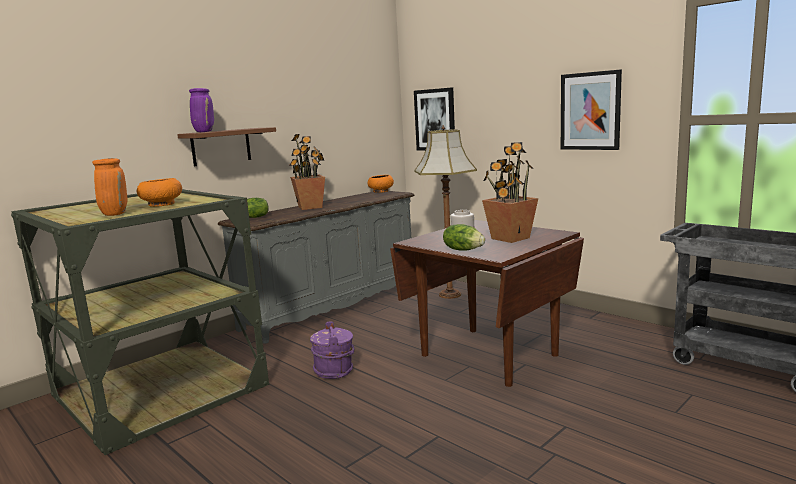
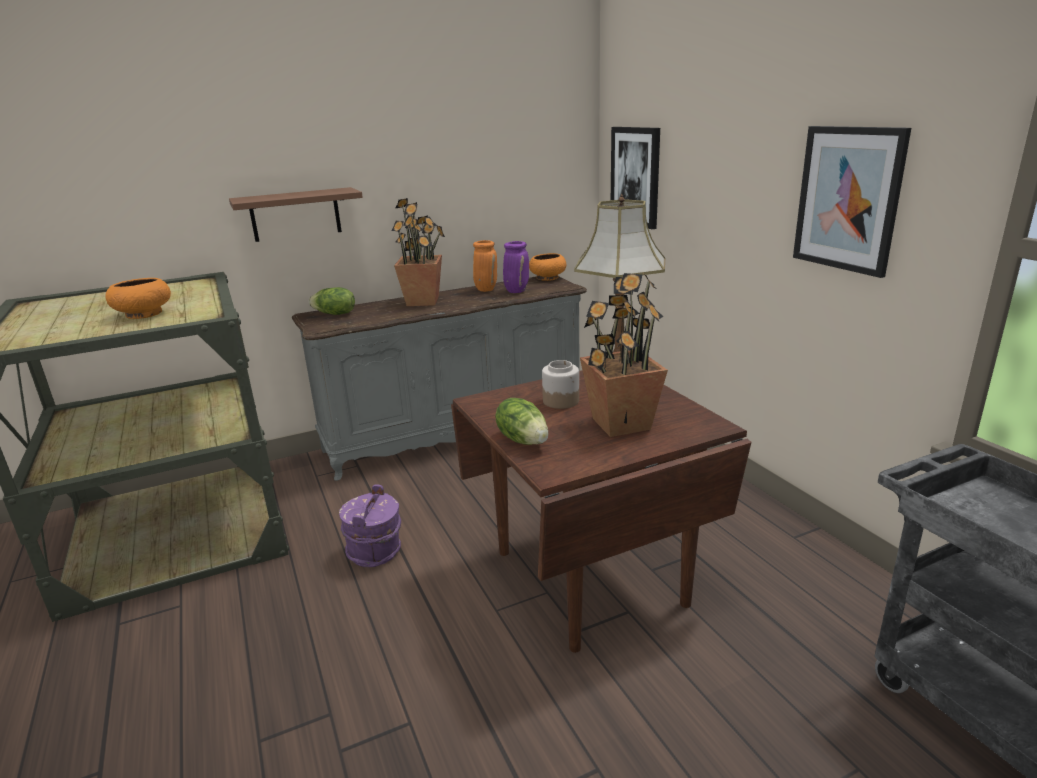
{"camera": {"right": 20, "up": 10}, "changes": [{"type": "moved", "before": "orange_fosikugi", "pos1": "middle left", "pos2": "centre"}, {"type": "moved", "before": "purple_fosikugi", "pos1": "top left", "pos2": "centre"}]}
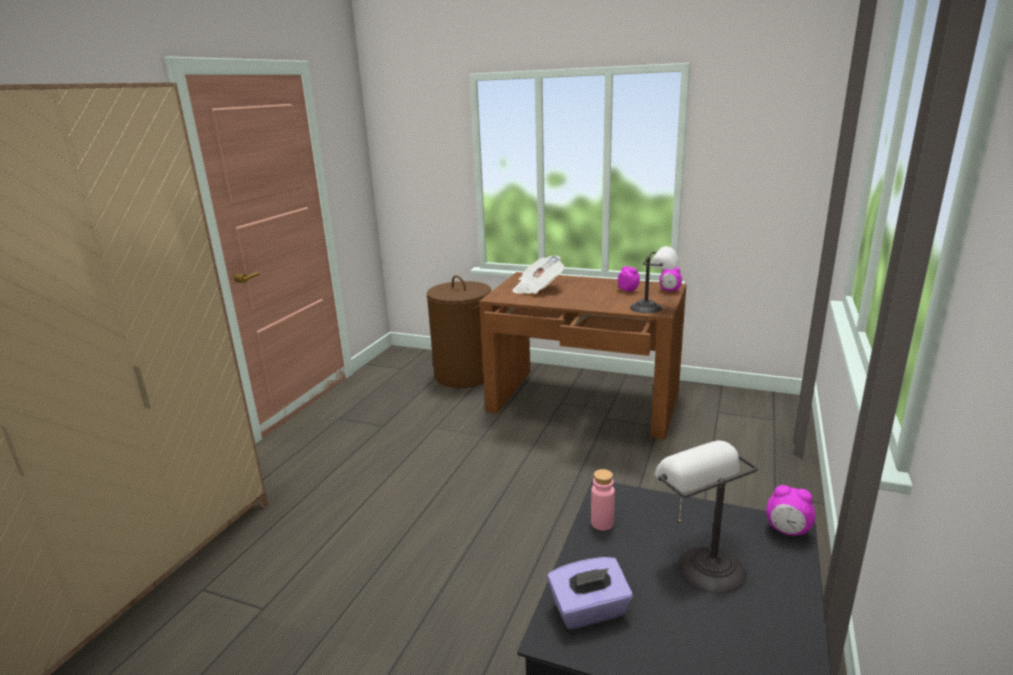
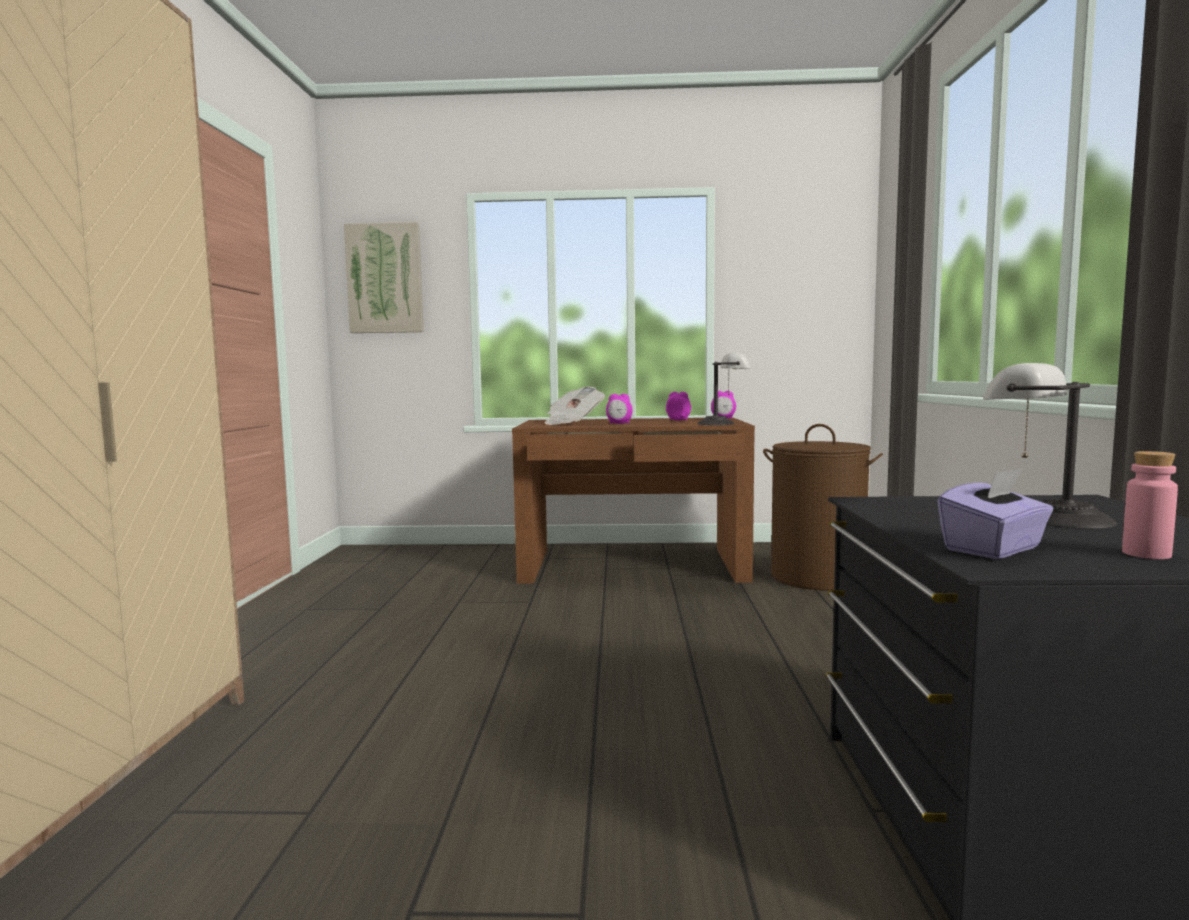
{"camera": {"right": -20, "up": -15}, "changes": [{"type": "added", "after": "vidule", "pos2": "top left"}, {"type": "moved", "before": "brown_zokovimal", "pos1": "centre", "pos2": "middle right"}, {"type": "moved", "before": "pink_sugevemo", "pos1": "bottom centre", "pos2": "middle right"}, {"type": "moved", "before": "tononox (3rd from left in the first image)", "after": "tononox (1st from left)", "pos1": "bottom right", "pos2": "centre"}]}
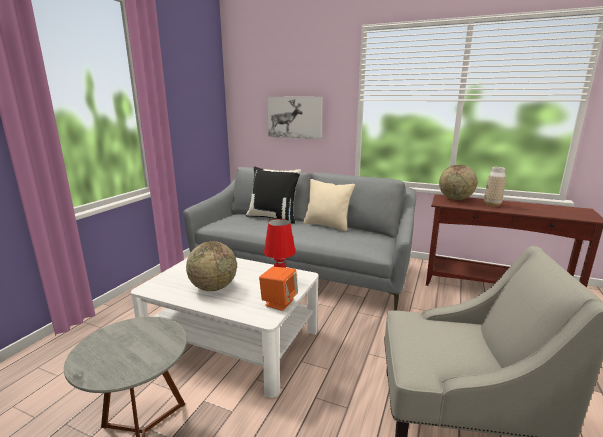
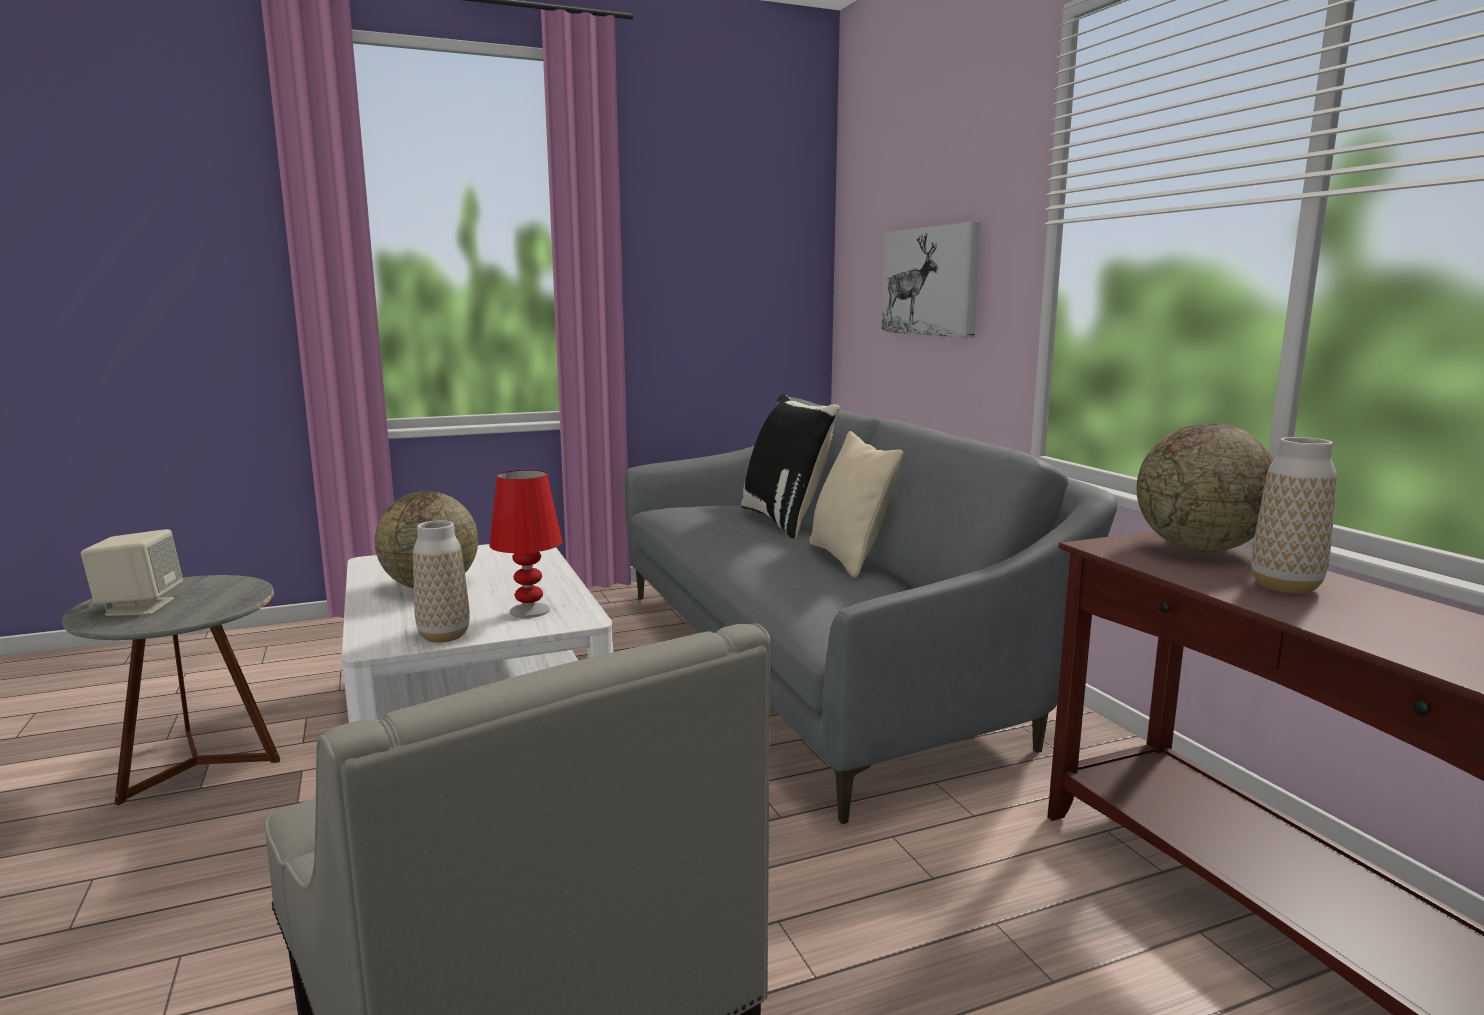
{"camera": {"right": 45, "up": -5}, "changes": [{"type": "added", "after": "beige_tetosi", "pos2": "middle left"}, {"type": "replaced", "before": "orange_tetosi", "after": "fosikugi (1st from left)", "pos1": "centre", "pos2": "middle left"}]}
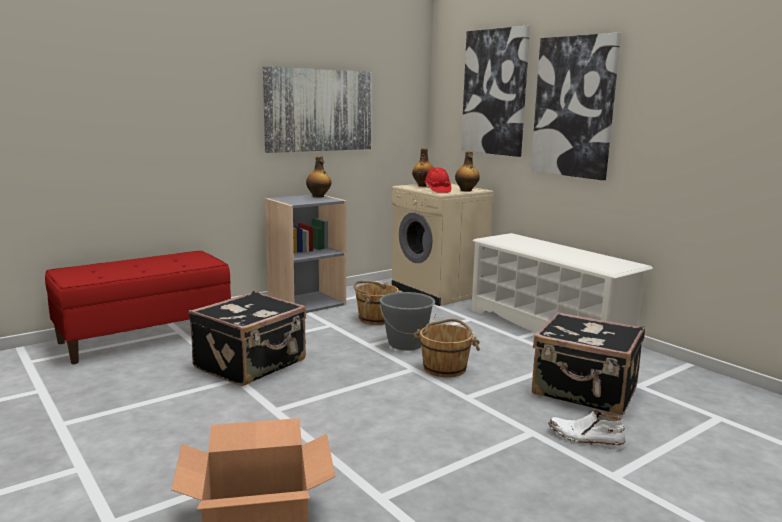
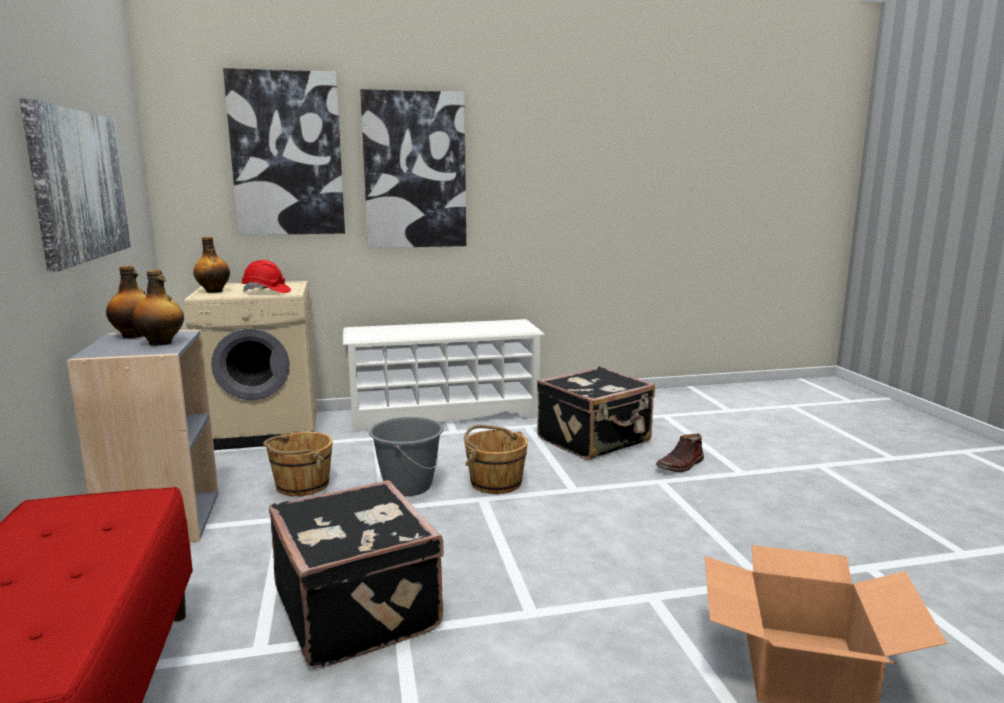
{"camera": {"right": -65, "up": 0}, "changes": [{"type": "moved", "before": "sugevemo (3rd from left in the first image)", "after": "sugevemo (2nd from left)", "pos1": "top centre", "pos2": "middle left"}, {"type": "recoloured", "before": "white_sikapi", "after": "brown_sikapi", "pos1": "bottom right", "pos2": "middle right"}]}
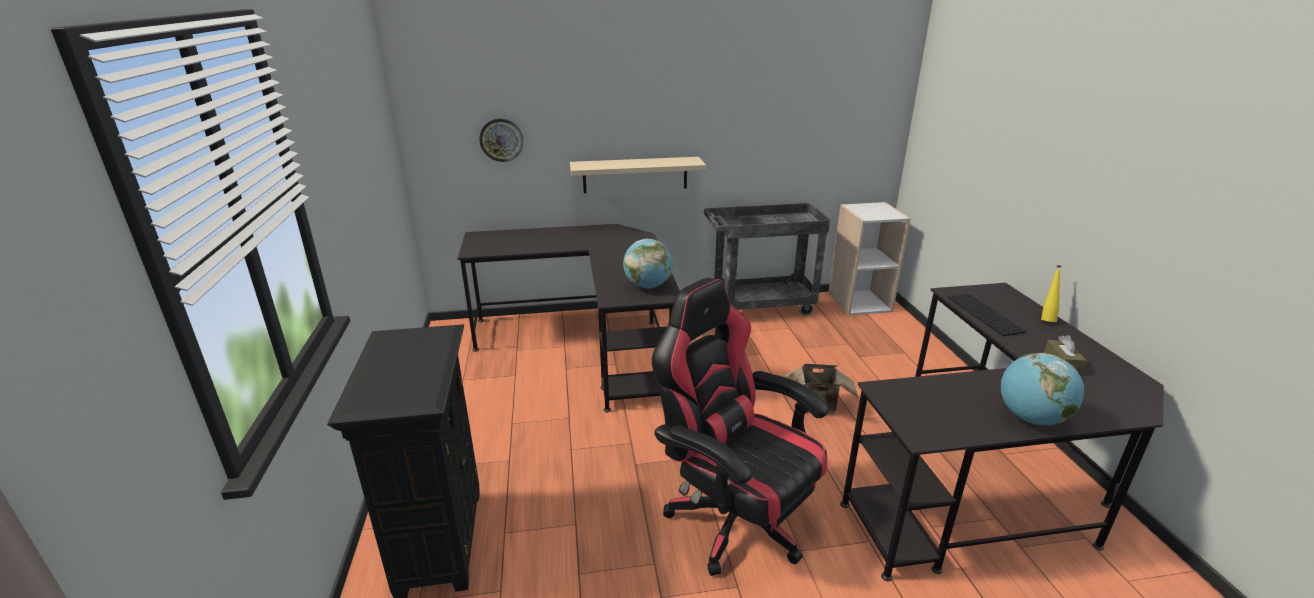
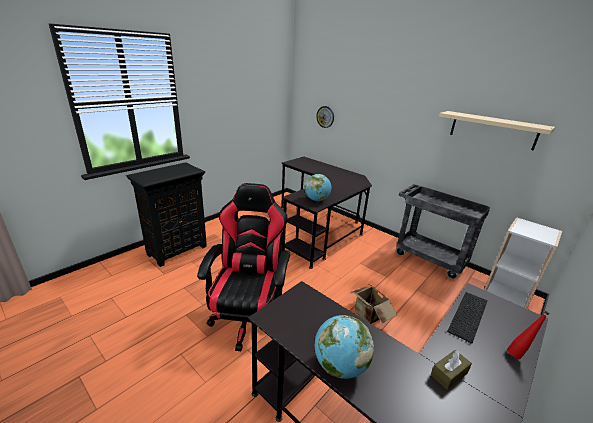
{"camera": {"right": 50, "up": 0}, "changes": [{"type": "moved", "before": "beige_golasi", "pos1": "top centre", "pos2": "top right"}, {"type": "recoloured", "before": "yellow_sugevemo", "after": "red_sugevemo", "pos1": "middle right", "pos2": "bottom right"}]}
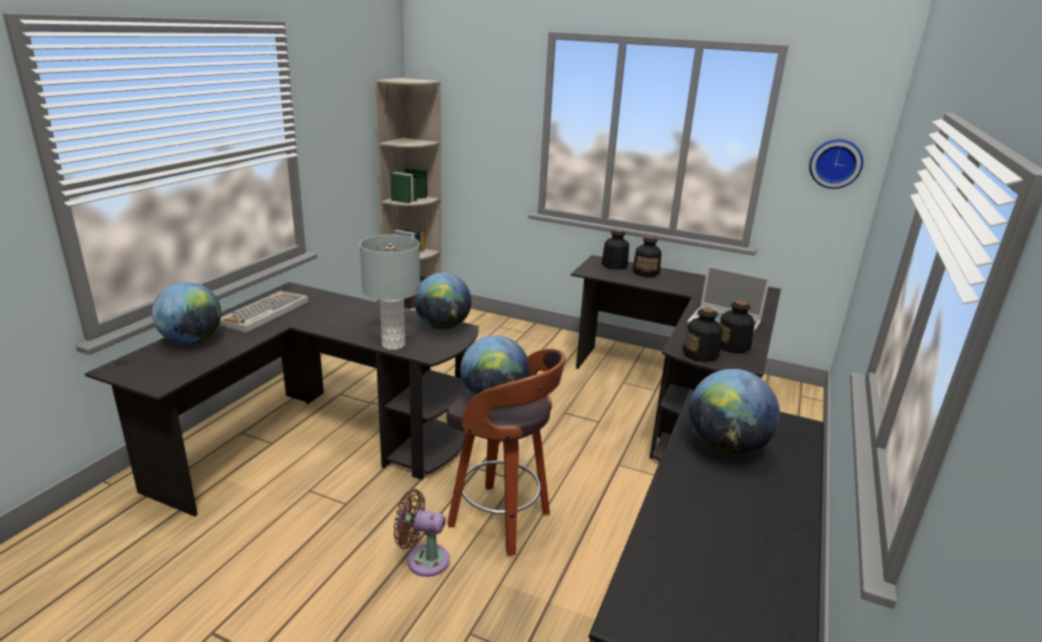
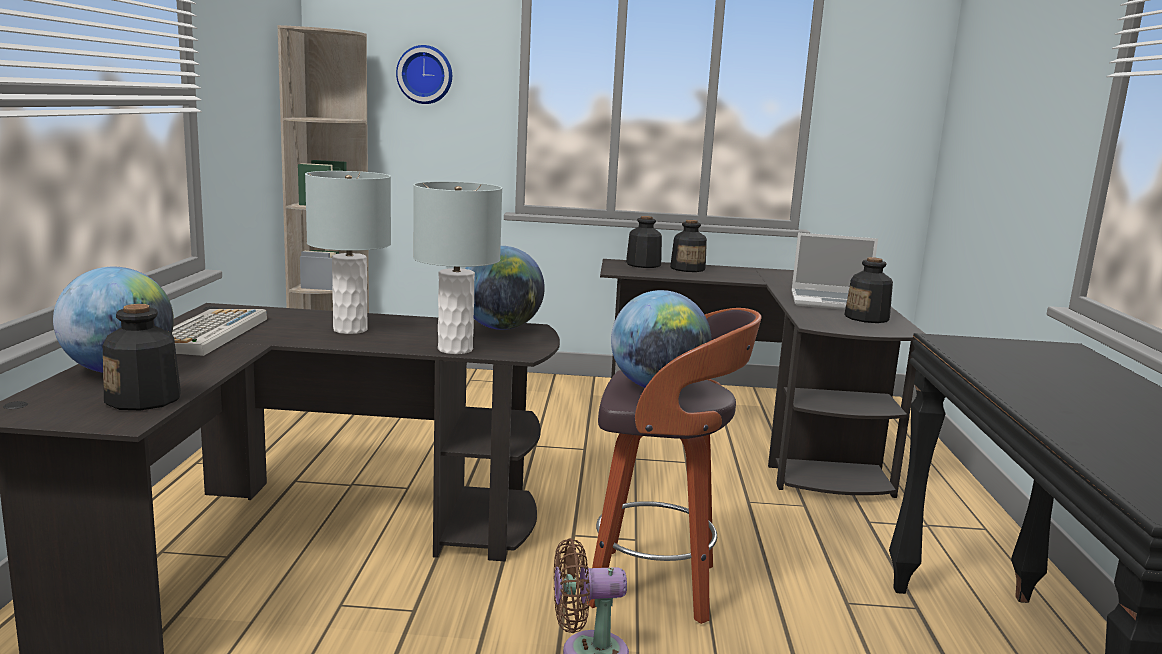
{"camera": {"right": -20, "up": -10}, "changes": [{"type": "removed", "before": "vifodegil (4th from left)", "pos1": "middle right"}, {"type": "added", "after": "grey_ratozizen (1st from left)", "pos2": "middle left"}, {"type": "moved", "before": "sugevemo (3rd from left in the first image)", "after": "sugevemo (1st from left)", "pos1": "middle right", "pos2": "middle left"}, {"type": "moved", "before": "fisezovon", "pos1": "top right", "pos2": "top centre"}]}
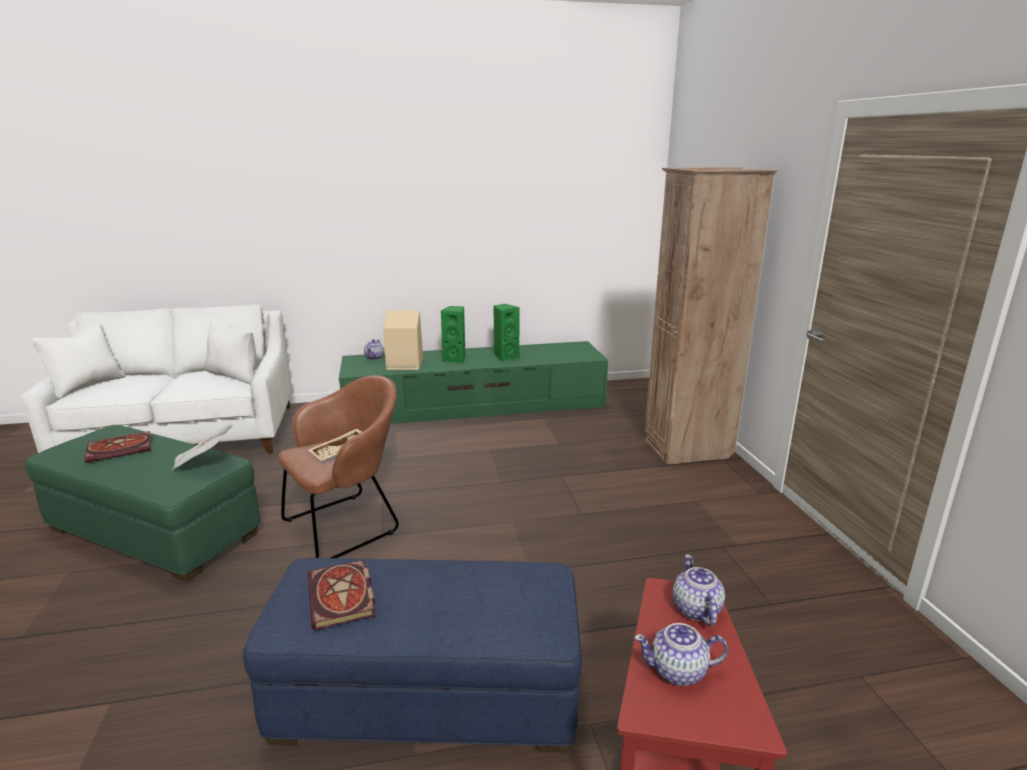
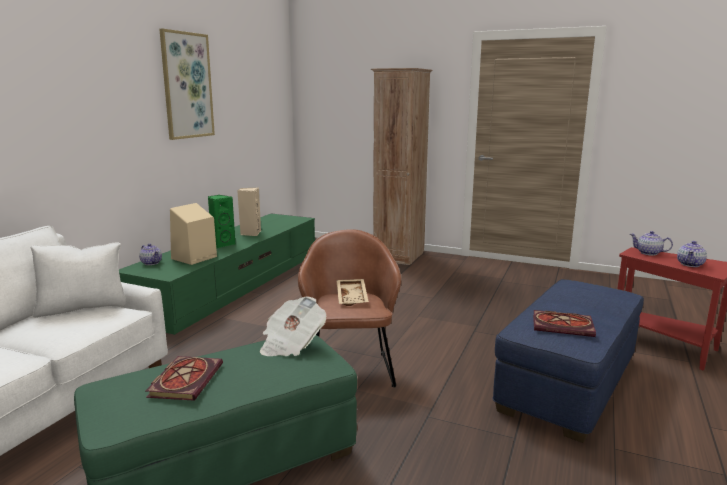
{"camera": {"right": -55, "up": -5}, "changes": [{"type": "added", "after": "vidule", "pos2": "top left"}, {"type": "recoloured", "before": "green_tetosi (2nd from left)", "after": "beige_tetosi (2nd from left)", "pos1": "centre", "pos2": "centre"}]}
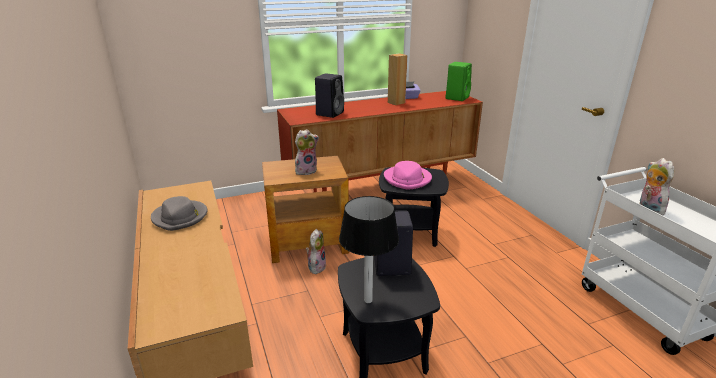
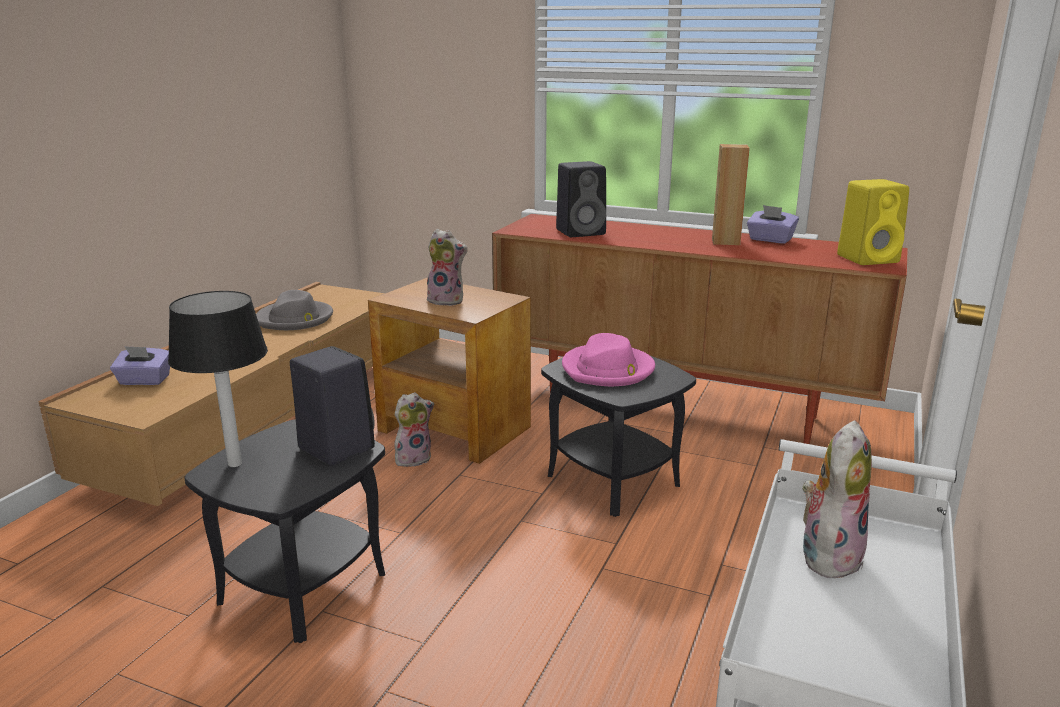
{"camera": {"right": 45, "up": -5}, "changes": [{"type": "added", "after": "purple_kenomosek (1st from left)", "pos2": "middle left"}, {"type": "recoloured", "before": "green_tetosi", "after": "yellow_tetosi", "pos1": "top centre", "pos2": "top right"}]}
